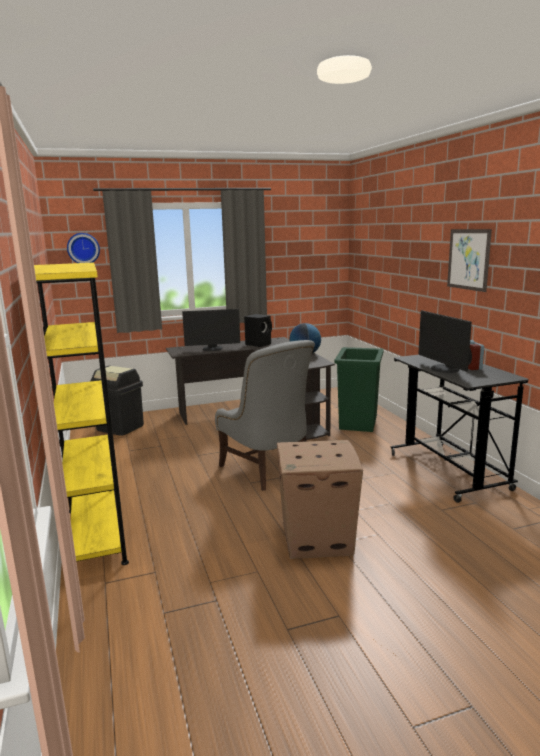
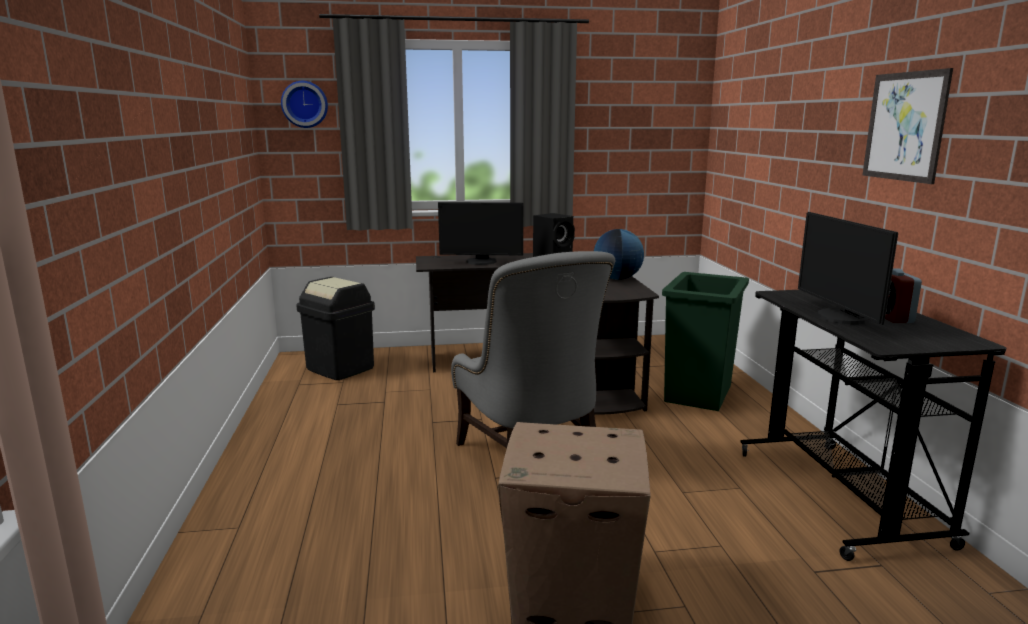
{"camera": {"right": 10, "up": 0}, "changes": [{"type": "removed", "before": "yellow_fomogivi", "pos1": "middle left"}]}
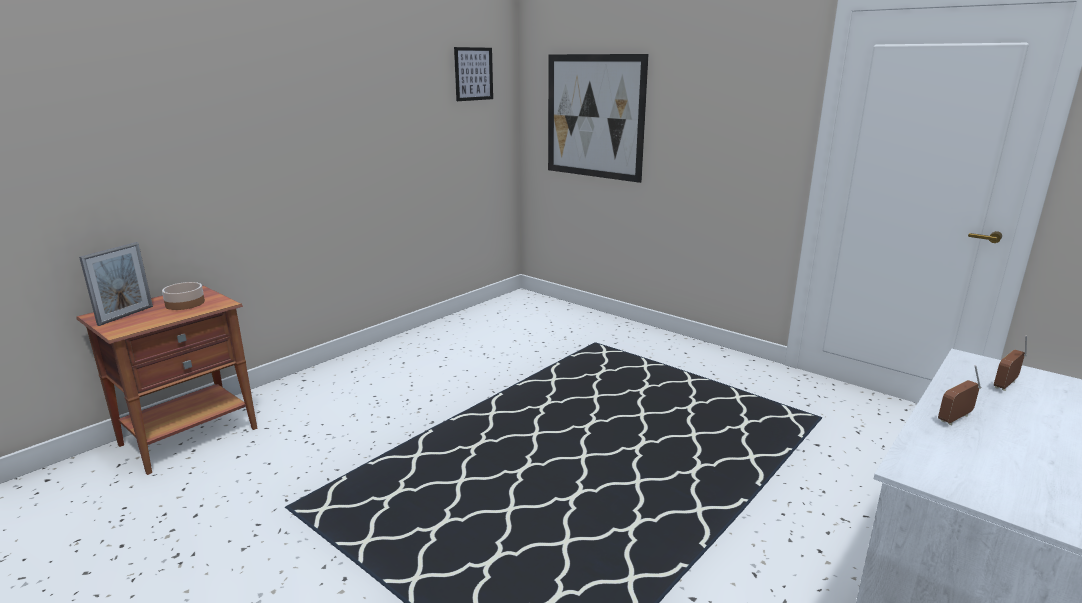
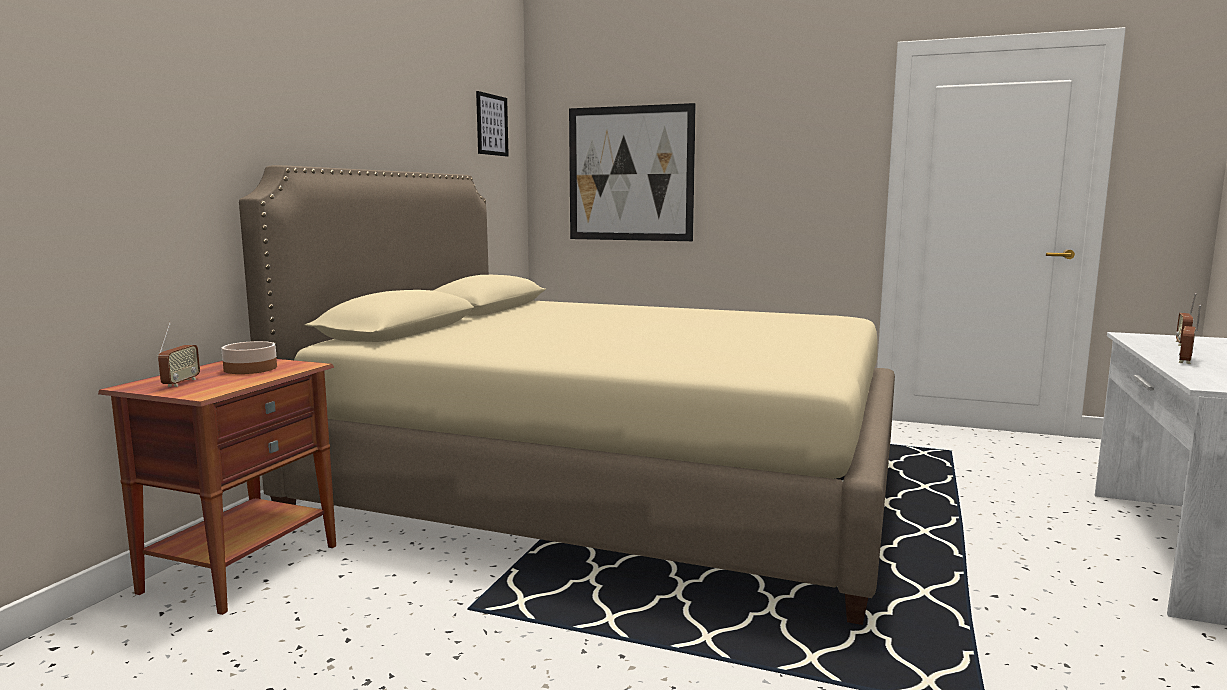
{"camera": {"right": -20, "up": -10}, "changes": [{"type": "added", "after": "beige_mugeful", "pos2": "centre"}, {"type": "replaced", "before": "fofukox", "after": "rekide (1st from left)", "pos1": "middle left", "pos2": "middle left"}]}
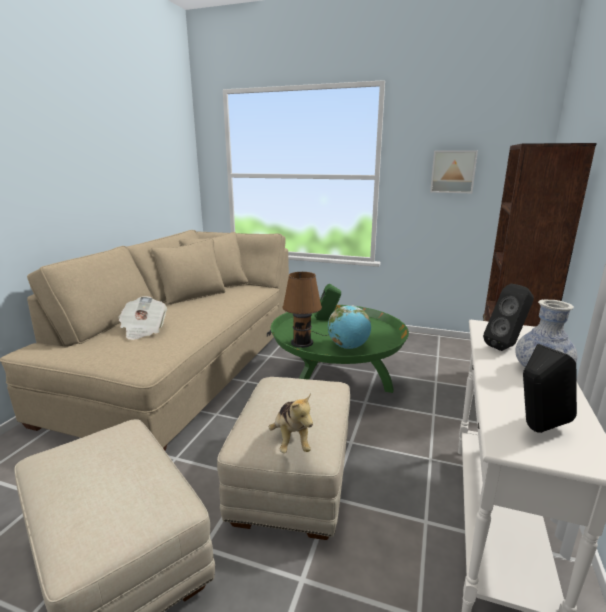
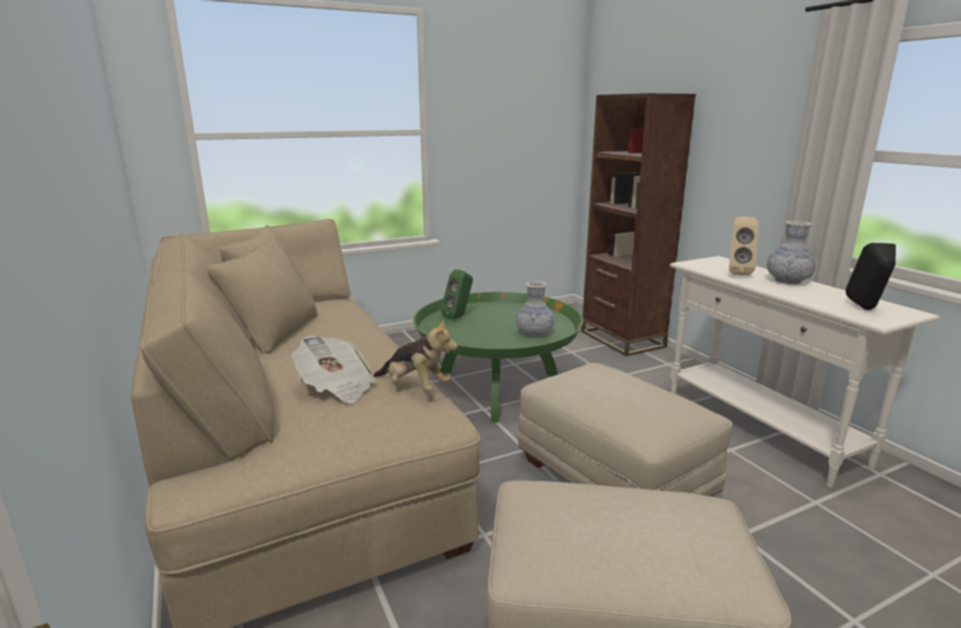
{"camera": {"right": -45, "up": 0}, "changes": [{"type": "removed", "before": "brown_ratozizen", "pos1": "centre"}, {"type": "removed", "before": "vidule", "pos1": "top right"}, {"type": "moved", "before": "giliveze", "pos1": "bottom centre", "pos2": "centre"}, {"type": "replaced", "before": "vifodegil", "after": "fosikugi (1st from left)", "pos1": "centre", "pos2": "centre"}, {"type": "recoloured", "before": "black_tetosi (1st from left)", "after": "beige_tetosi", "pos1": "middle right", "pos2": "middle right"}]}
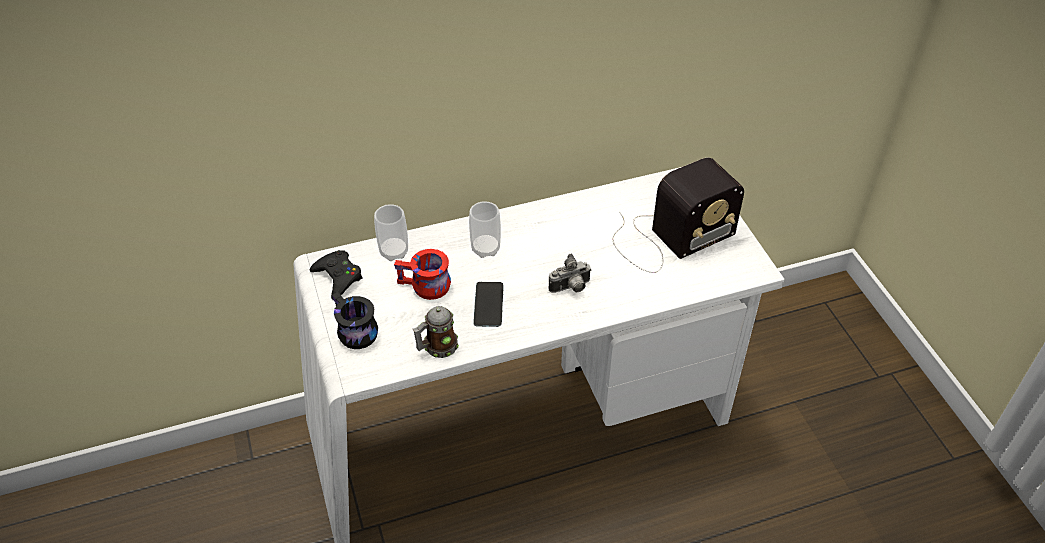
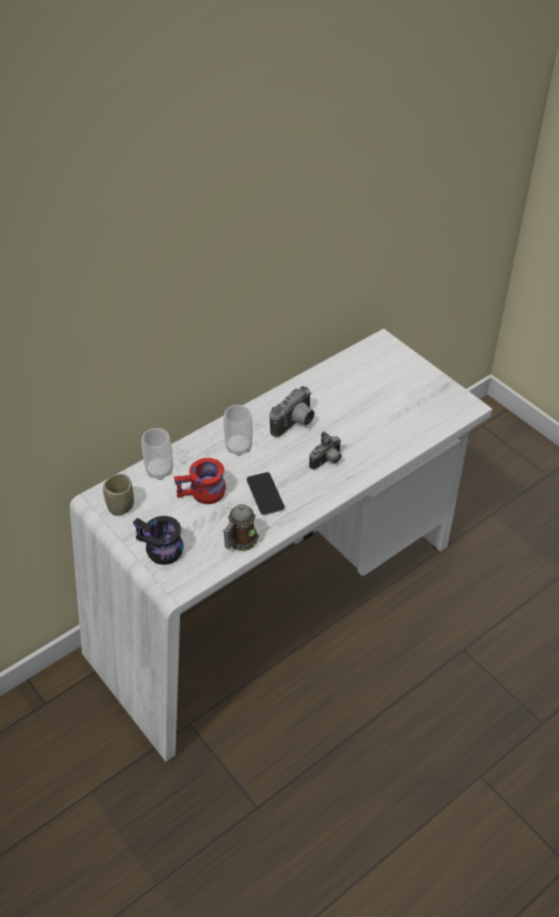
{"camera": {"right": -20, "up": 0}, "changes": [{"type": "removed", "before": "rekide", "pos1": "centre"}, {"type": "added", "after": "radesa (1st from left)", "pos2": "centre"}, {"type": "replaced", "before": "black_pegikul", "after": "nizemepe (1st from left)", "pos1": "middle left", "pos2": "middle left"}]}
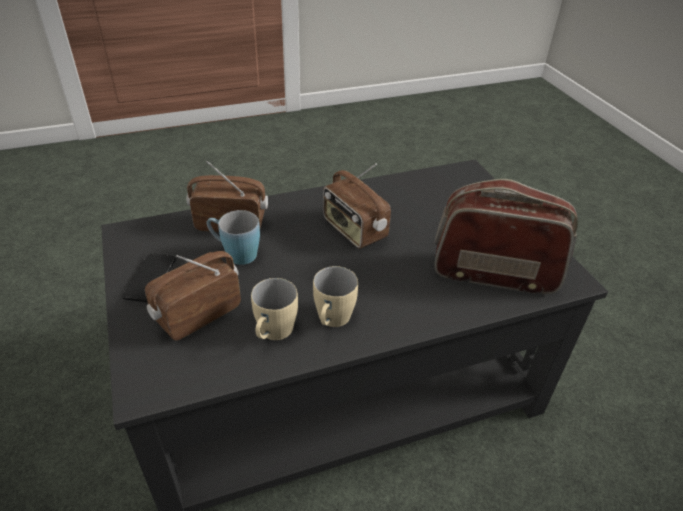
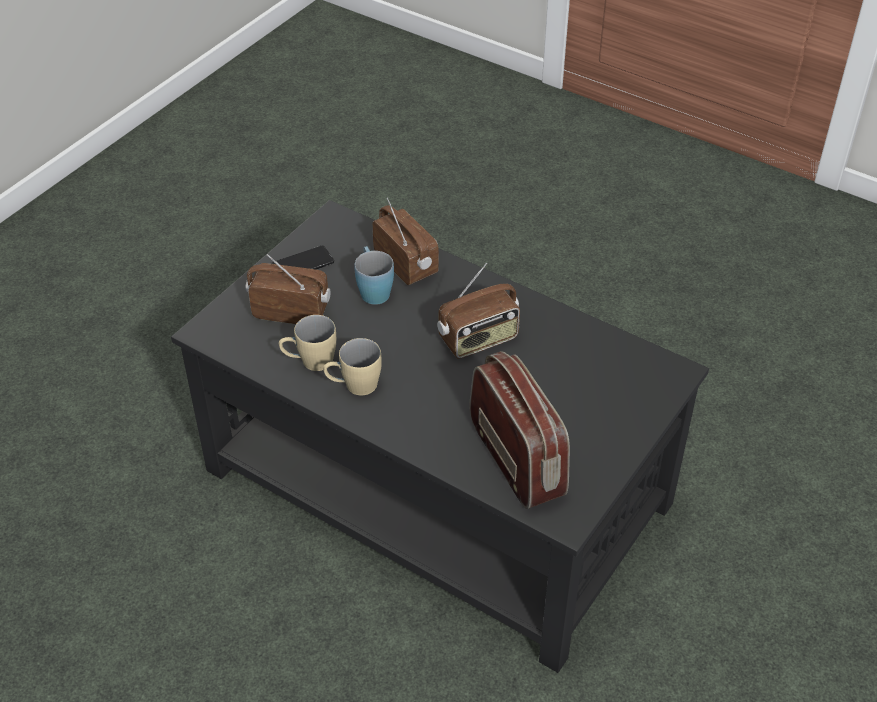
{"camera": {"right": 55, "up": 5}, "changes": [{"type": "turned", "before": "rekide (3rd from left)", "pos1": "centre", "pos2": "centre", "turn": -135}]}
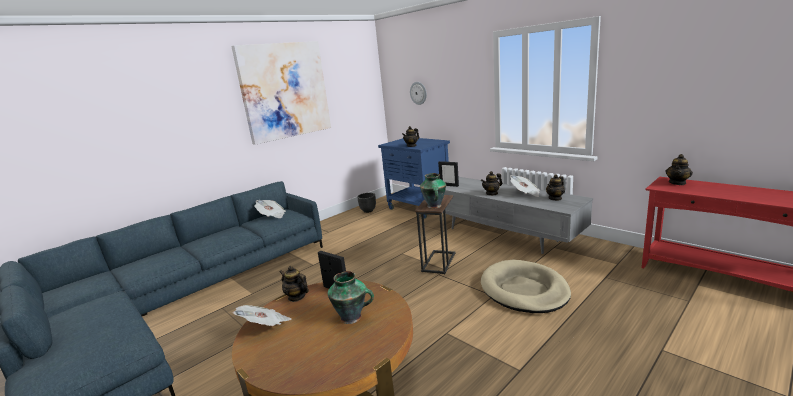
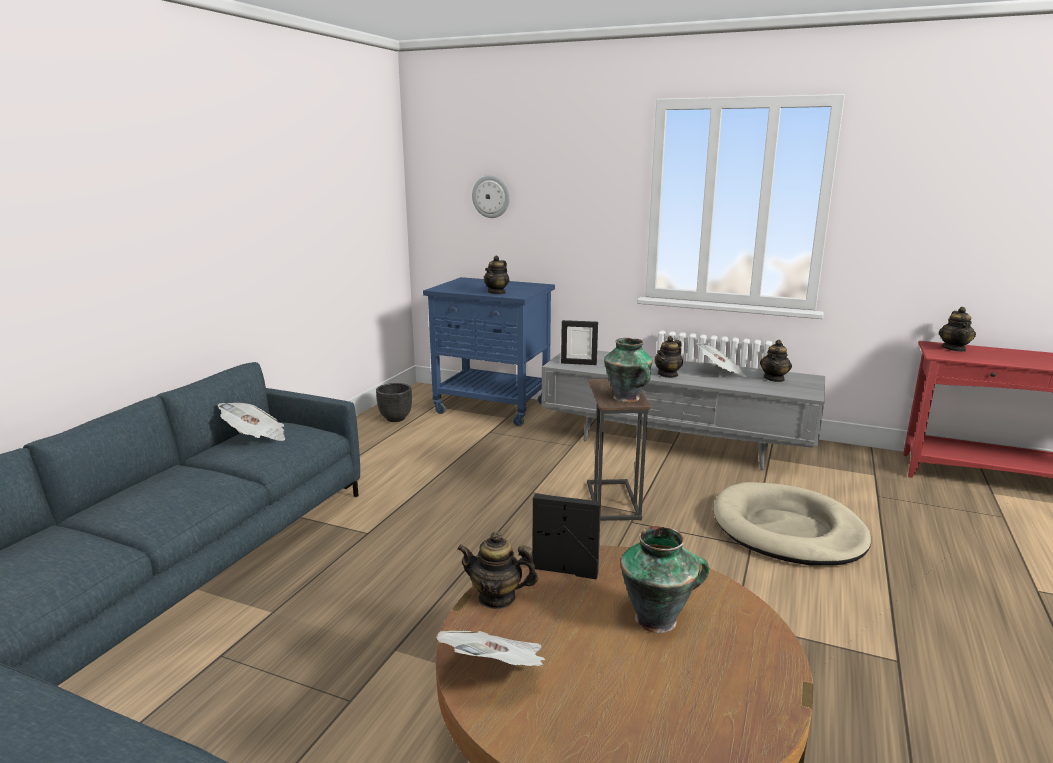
{"camera": {"right": -25, "up": 0}, "changes": [{"type": "removed", "before": "vidule", "pos1": "top centre"}]}
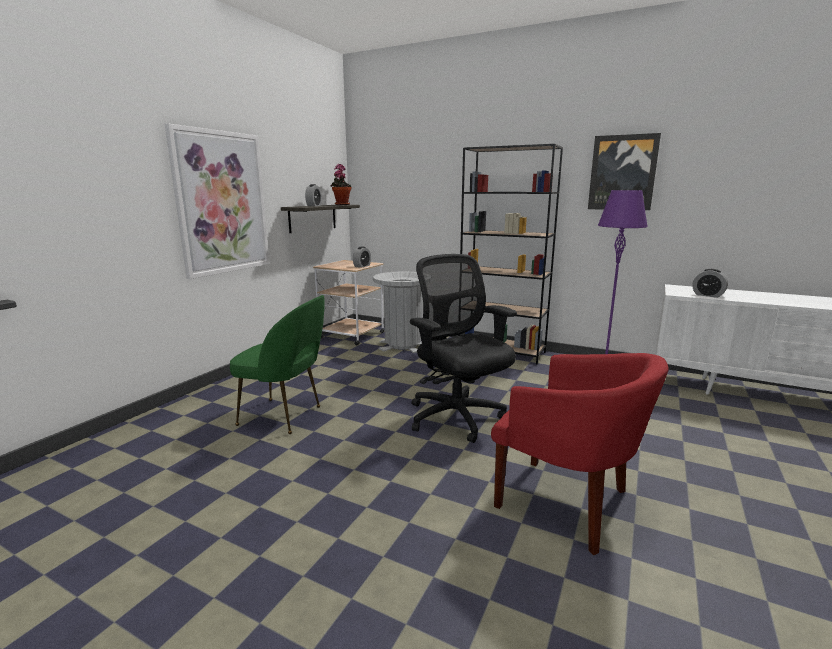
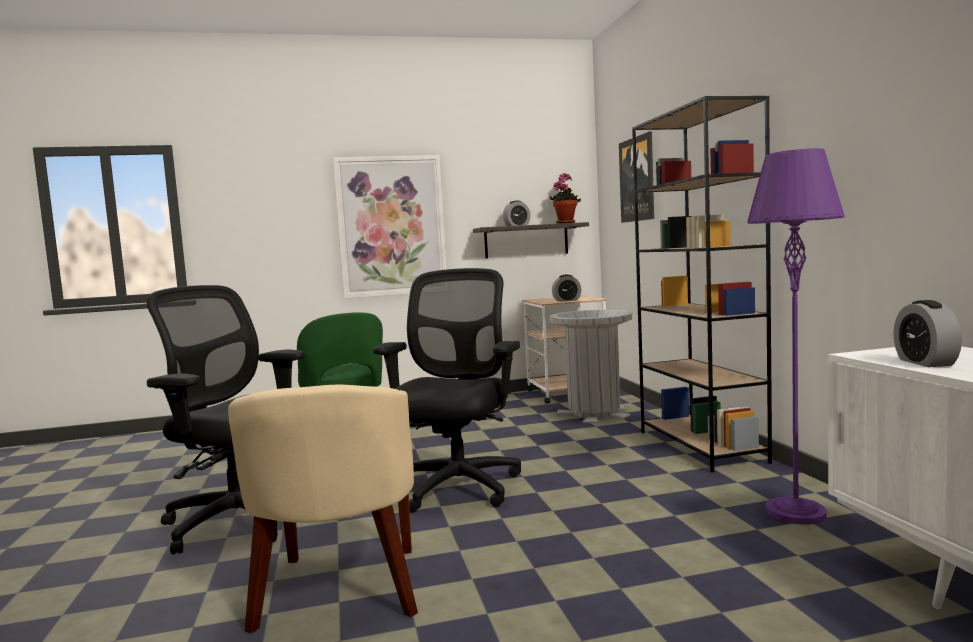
{"camera": {"right": 50, "up": -10}, "changes": [{"type": "added", "after": "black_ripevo (1st from left)", "pos2": "middle left"}, {"type": "moved", "before": "vidule (2nd from left)", "pos1": "top right", "pos2": "top centre"}, {"type": "recoloured", "before": "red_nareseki", "after": "beige_nareseki", "pos1": "bottom right", "pos2": "bottom left"}]}
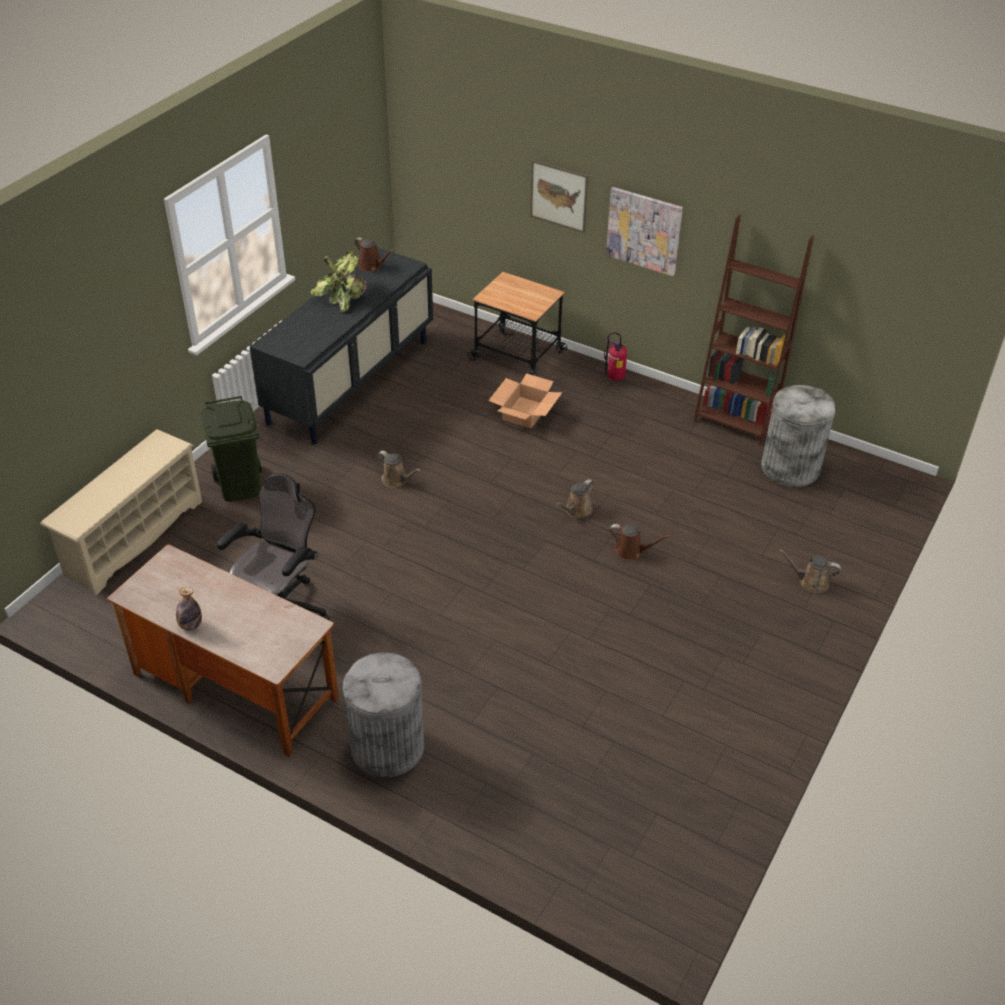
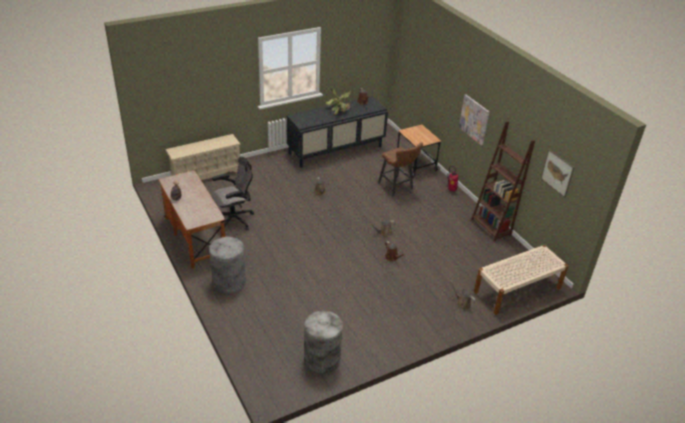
{"camera": {"right": 30, "up": -5}, "changes": [{"type": "removed", "before": "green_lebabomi", "pos1": "middle left"}, {"type": "added", "after": "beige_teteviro", "pos2": "middle right"}, {"type": "moved", "before": "vidule (1st from left in the first image)", "after": "vidule (2nd from left)", "pos1": "top centre", "pos2": "middle right"}, {"type": "moved", "before": "grey_lebabomi (2nd from left)", "pos1": "middle right", "pos2": "bottom centre"}, {"type": "replaced", "before": "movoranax", "after": "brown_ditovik", "pos1": "centre", "pos2": "centre"}]}
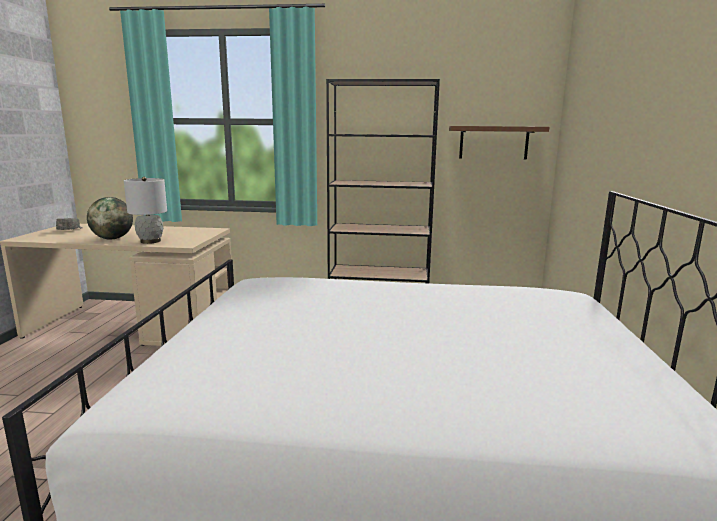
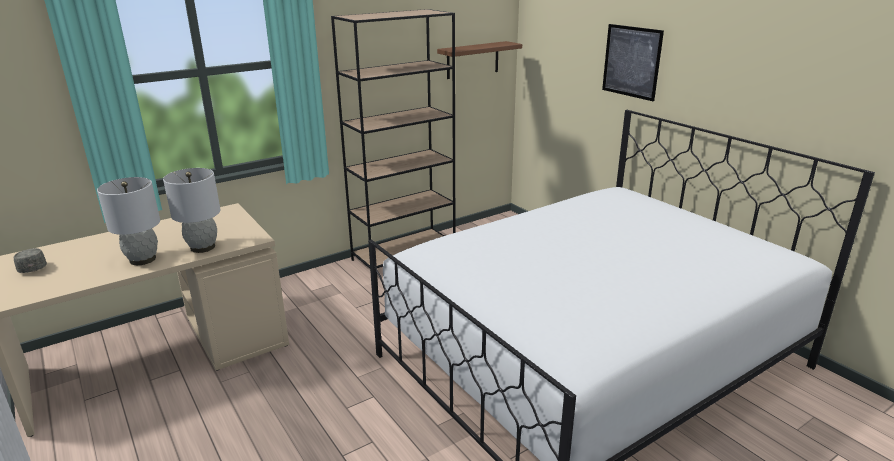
{"camera": {"right": -40, "up": 10}, "changes": [{"type": "added", "after": "vidule", "pos2": "top right"}, {"type": "replaced", "before": "vifodegil", "after": "white_ratozizen (1st from left)", "pos1": "middle left", "pos2": "middle left"}]}
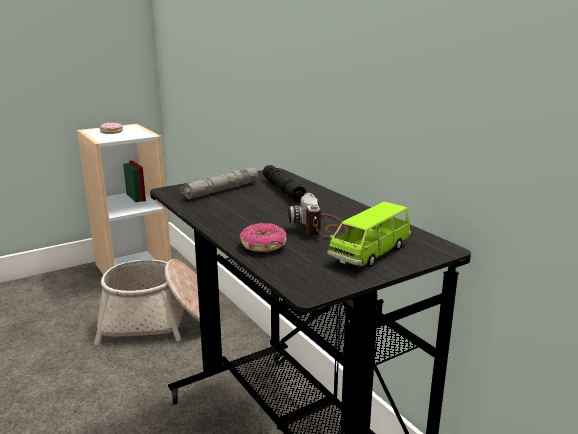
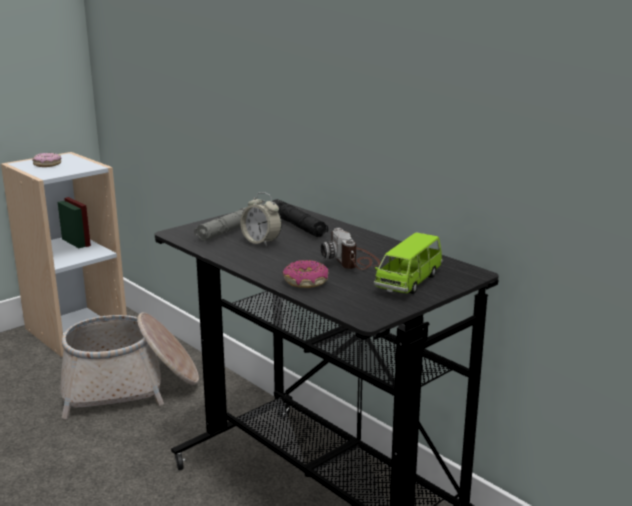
{"camera": {"right": -10, "up": 0}, "changes": [{"type": "added", "after": "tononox", "pos2": "centre"}]}
